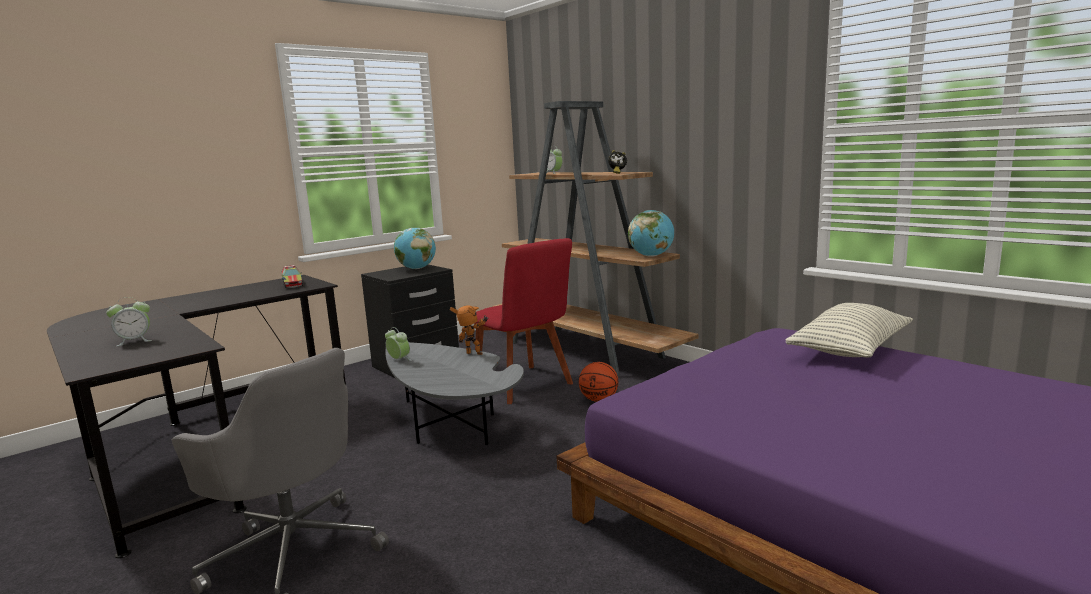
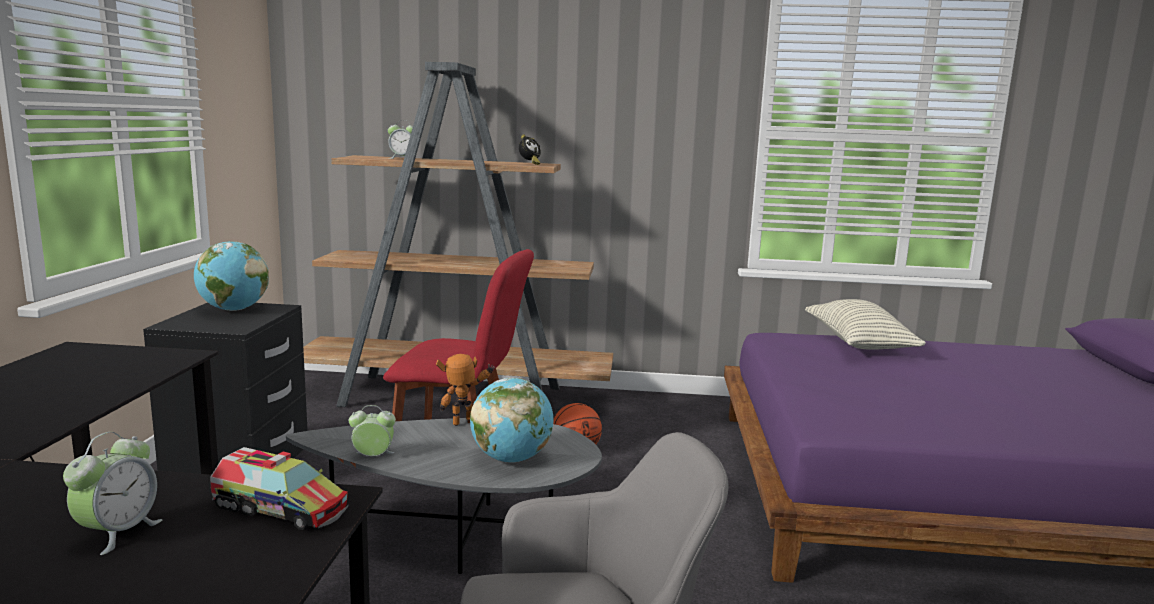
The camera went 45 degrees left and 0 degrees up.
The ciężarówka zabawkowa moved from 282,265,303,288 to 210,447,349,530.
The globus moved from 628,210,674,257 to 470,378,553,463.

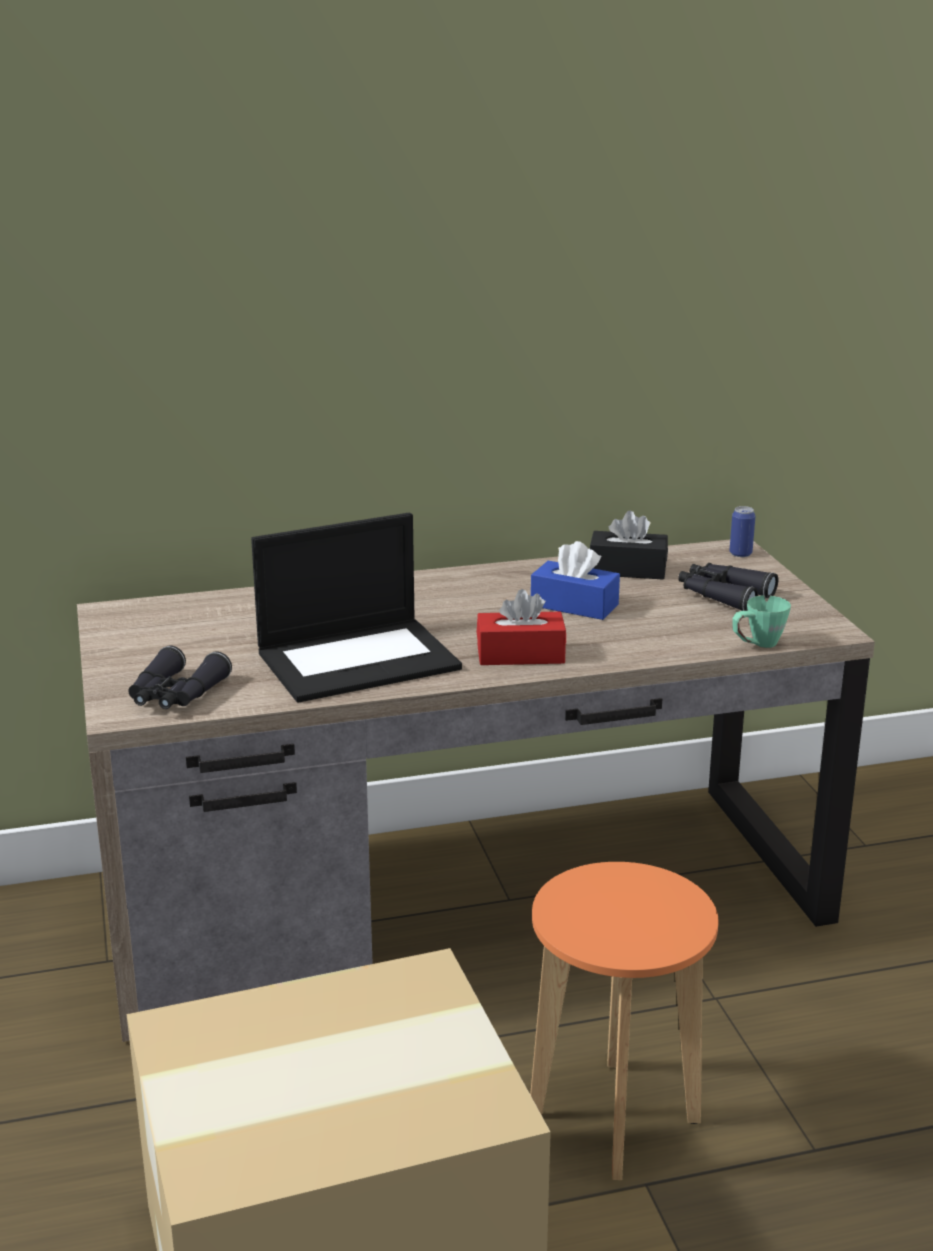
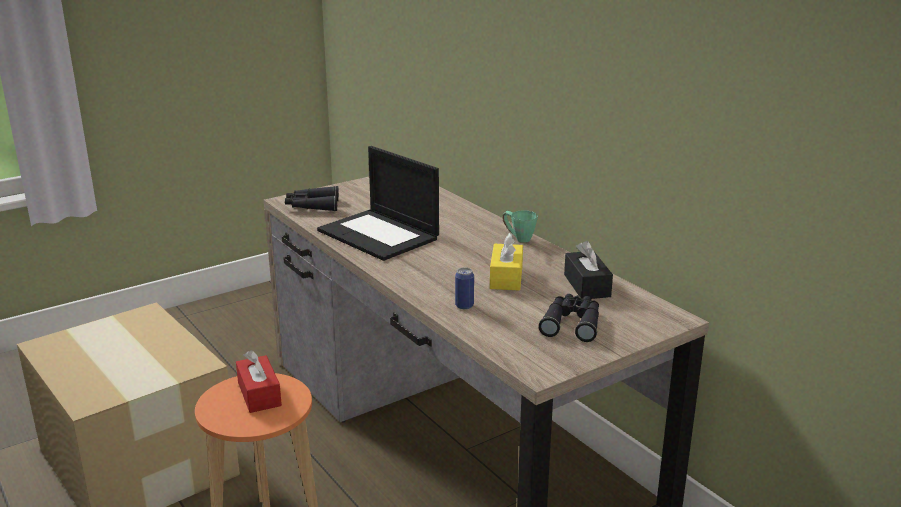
The camera went 70 degrees right and 0 degrees up.
The pudełko chusteczek [czerwony] moved from 477,589,566,665 to 236,350,282,413.
The pudełko chusteczek [niebieski] at 531,541,620,620 became the pudełko chusteczek [żółty] at 490,233,523,291.
The puszka moved from 730,506,755,557 to 455,268,474,309.
The kubek [zielony] moved from 733,595,791,648 to 503,210,538,243.

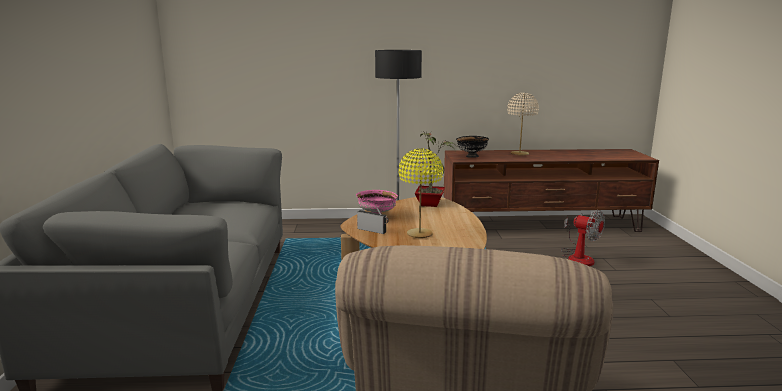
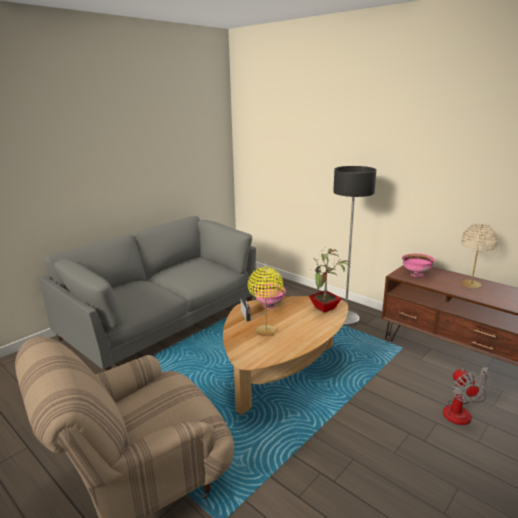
The camera went 45 degrees right and 5 degrees up.
The miska [czarny] at 456,136,489,158 became the miska [różowy] at 402,253,435,277.

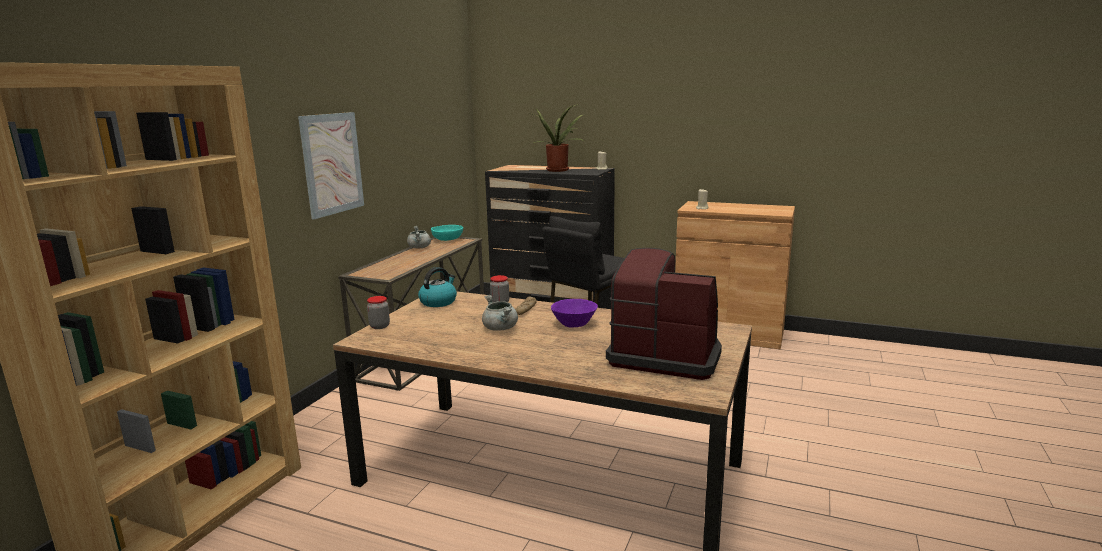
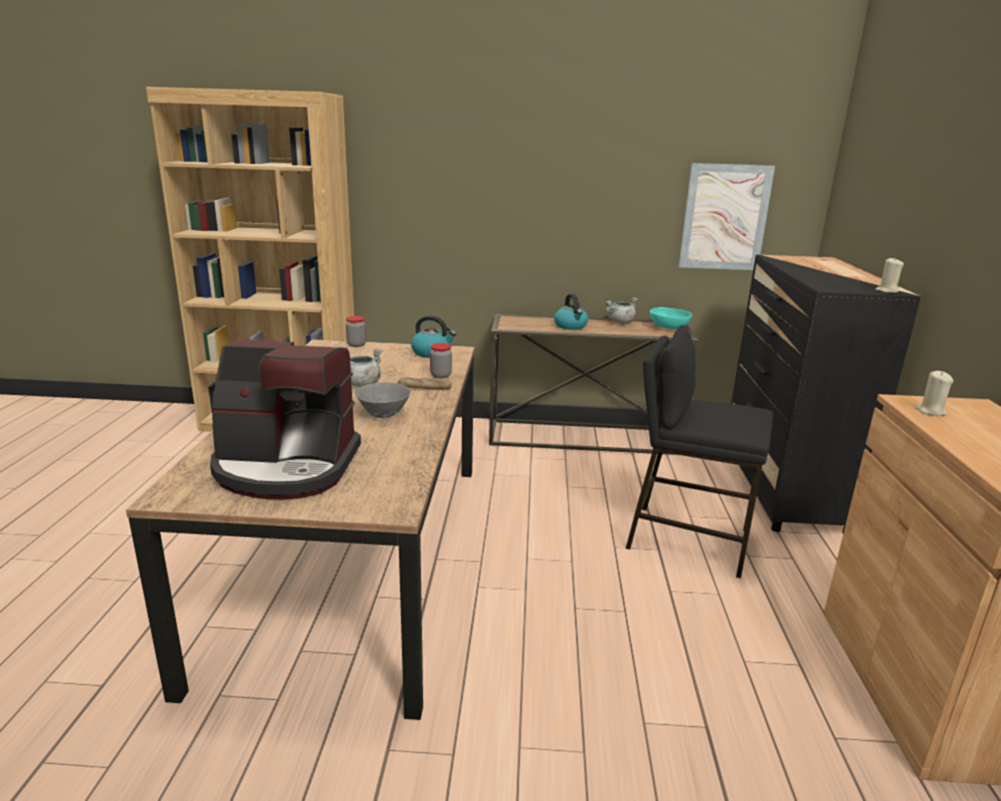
The camera went 70 degrees right and 5 degrees up.
The obraz moved from 298,112,364,219 to 679,163,775,270.
The roślina doniczkowa at 528,104,584,172 disappeared.
The miska [fioletowy] at 551,299,598,328 became the miska [szary] at 355,382,410,418.
The ekspres do kawy at 606,248,722,380 turned 90 degrees clockwise.
The czajnik at 554,294,588,330 appeared.

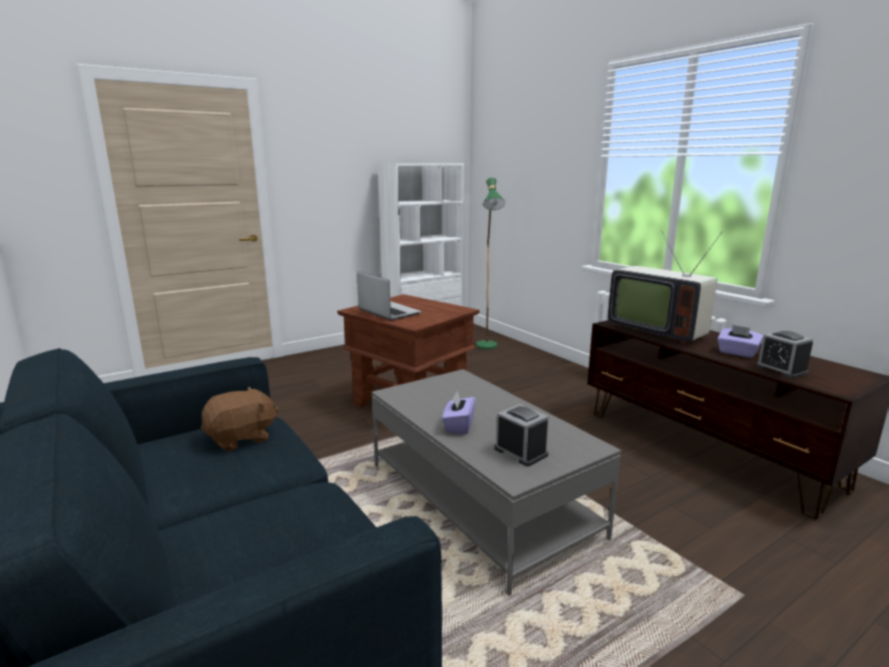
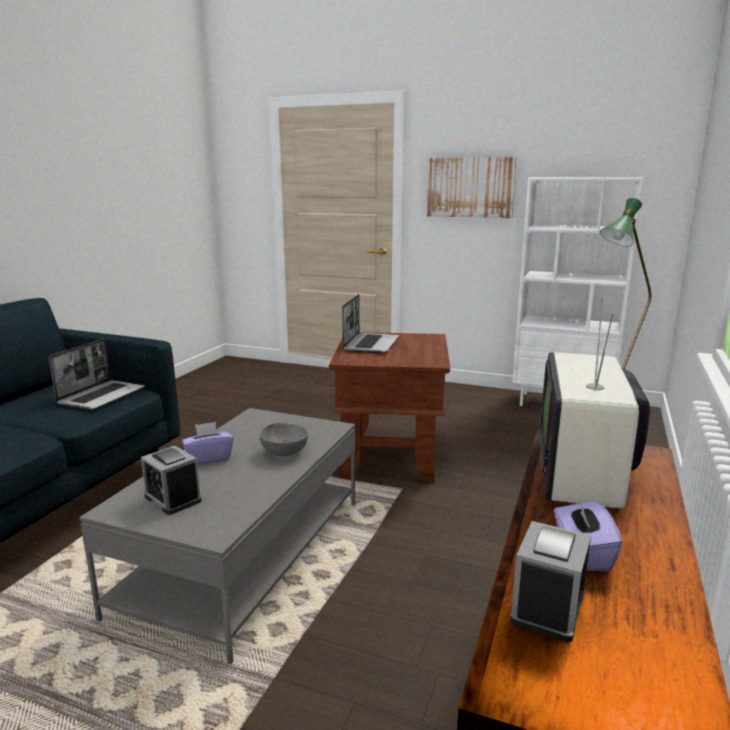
The camera went 55 degrees right and 0 degrees up.
The pluszak [brązowy] at 201,386,279,451 was replaced by the laptop at 49,339,145,410.
The budzik at 494,404,549,466 turned 120 degrees clockwise.
The miska [szary] at 260,423,308,456 appeared.
The obraz at 427,157,517,218 appeared.

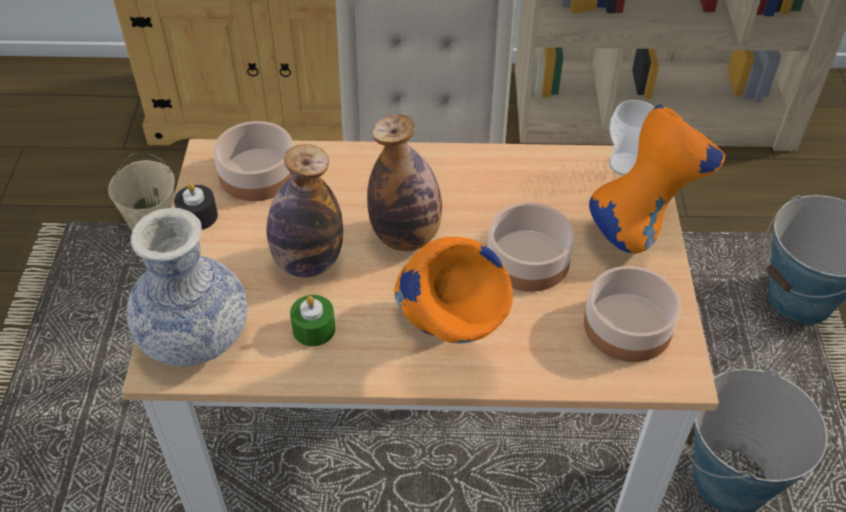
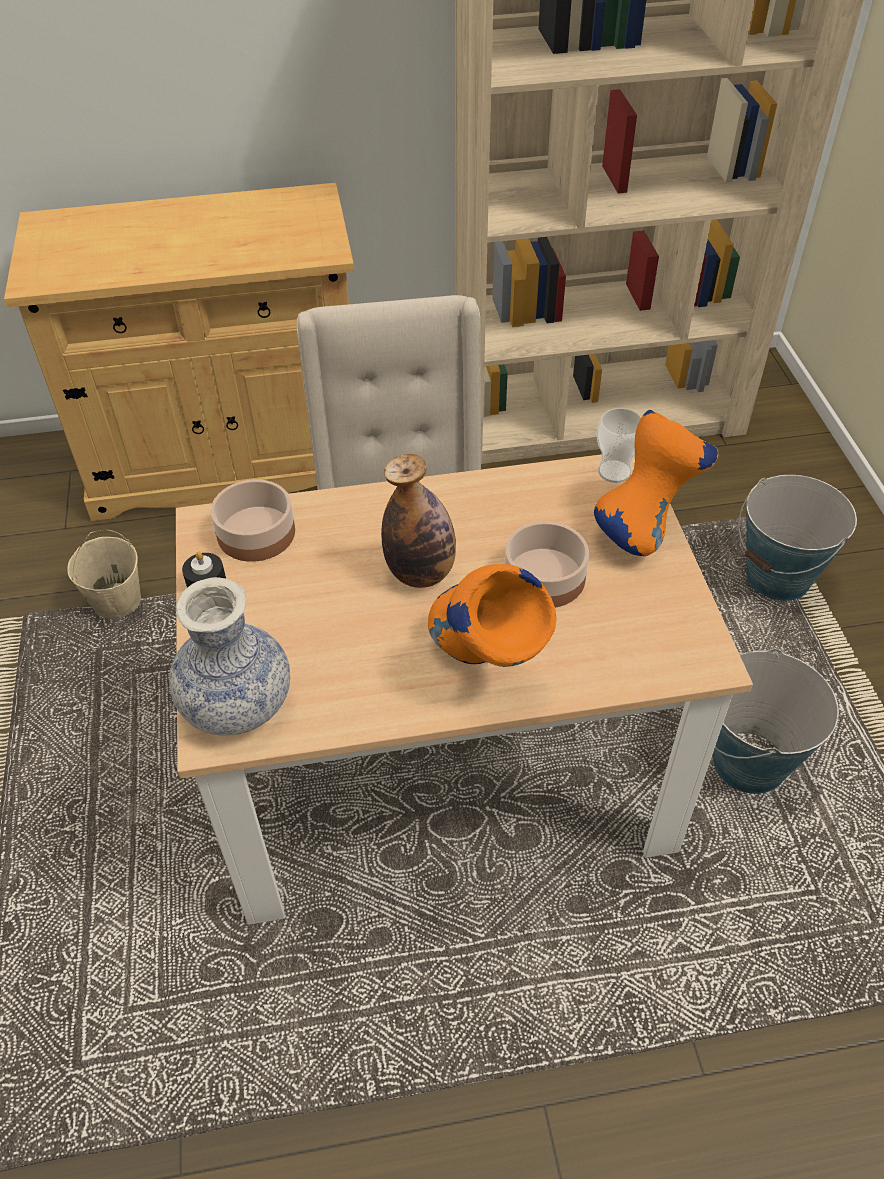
The camera went 10 degrees left and 0 degrees up.
The butelka at 267,144,343,277 disappeared.
The świeca [zielony] at 290,295,335,346 disappeared.
The miska at 584,266,681,362 disappeared.

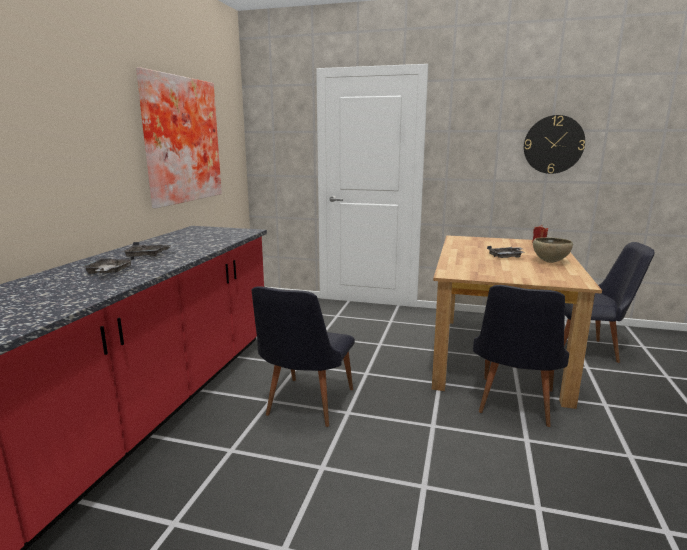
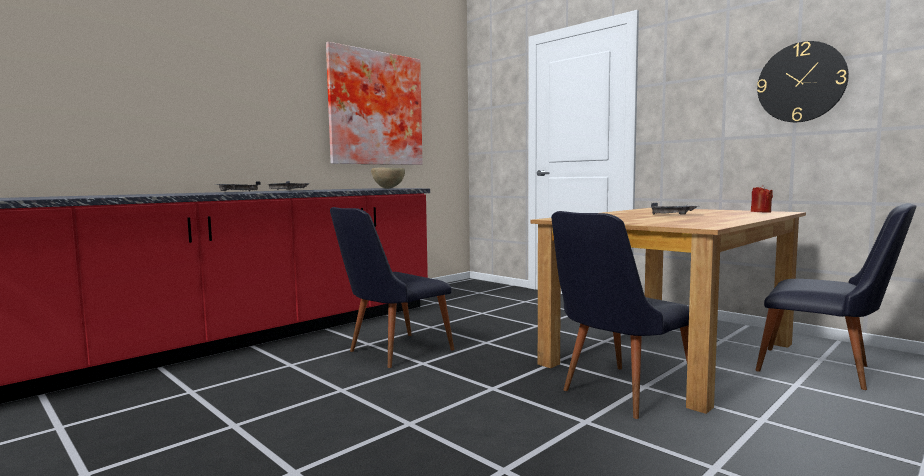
The camera went 30 degrees right and 10 degrees down.
The miska [brązowy] moved from 533,238,573,263 to 371,168,405,189.

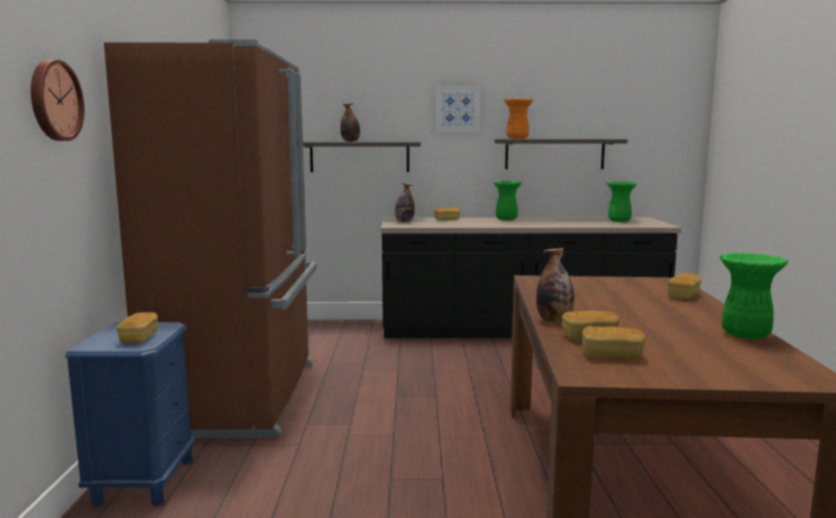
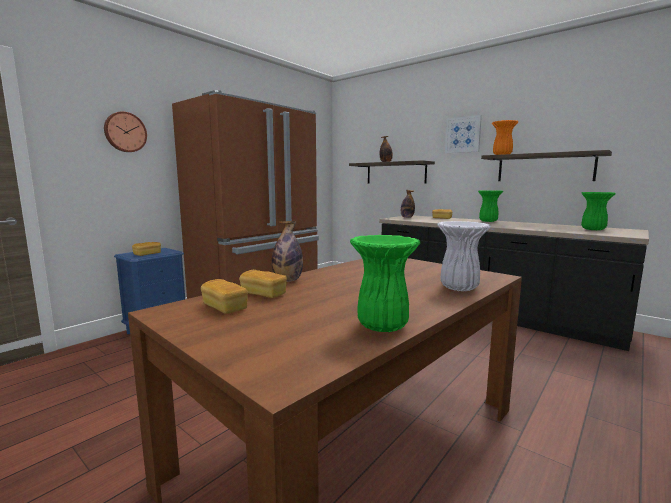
The camera went 40 degrees right and 0 degrees up.
The chleb at 668,273,701,299 was replaced by the wazon [biały] at 437,221,491,291.

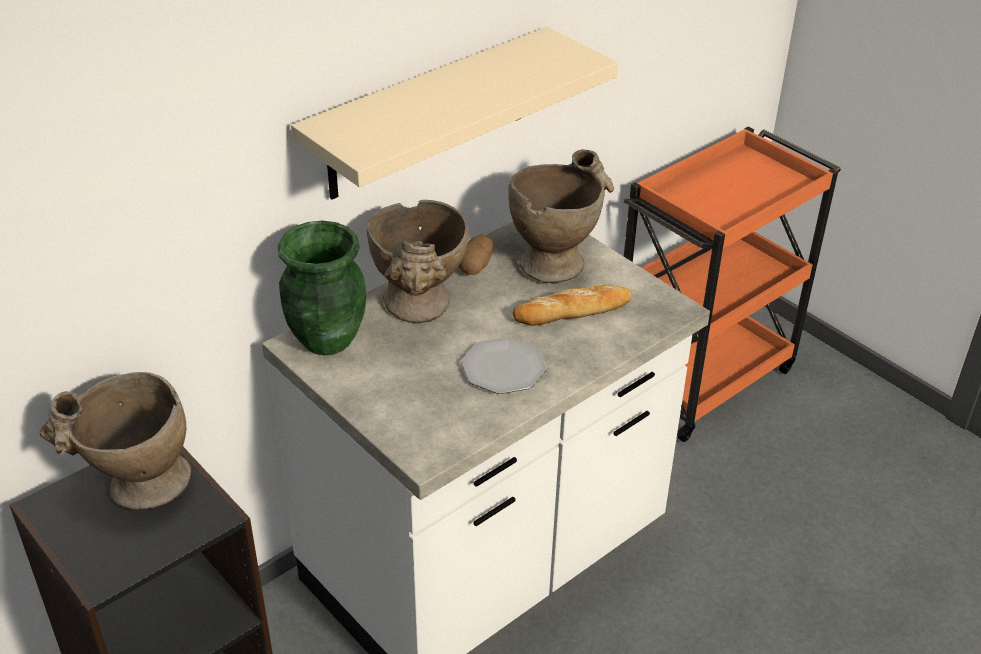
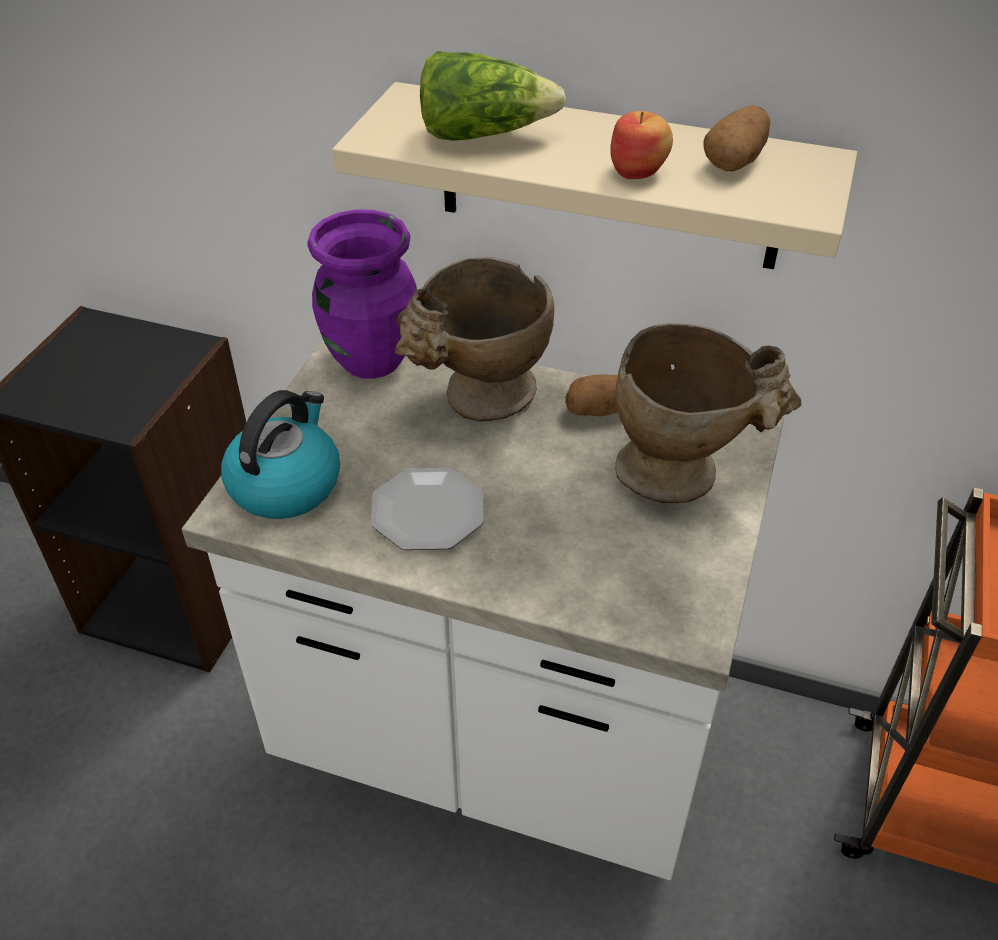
The camera went 60 degrees right and 5 degrees up.
The wazon [beżowy] at 40,372,191,510 disappeared.
The wazon [zielony] at 278,221,366,356 became the wazon [fioletowy] at 307,209,417,379.
The chleb at 513,284,632,326 disappeared.
The czajnik at 221,390,340,519 appeared.
The sałata at 420,51,566,141 appeared.
The jabłko at 610,111,673,179 appeared.
The ziemniak at 704,105,771,171 appeared.

